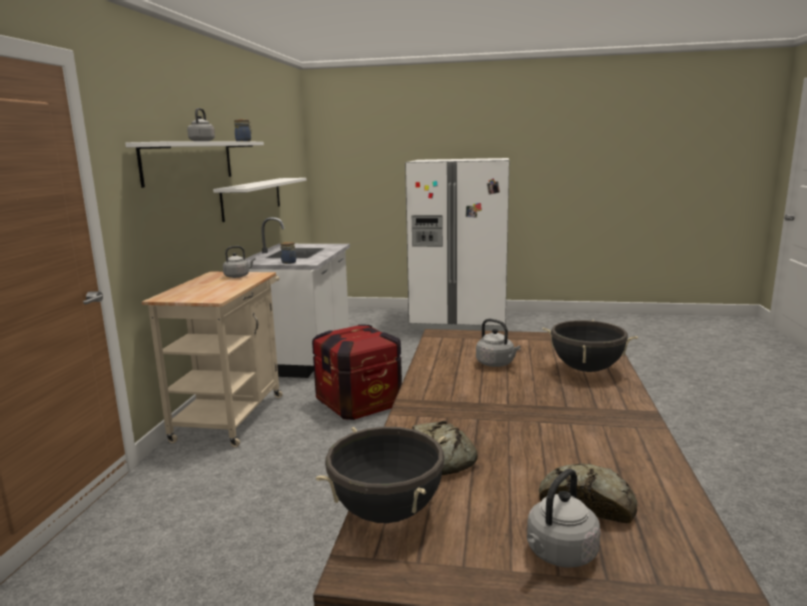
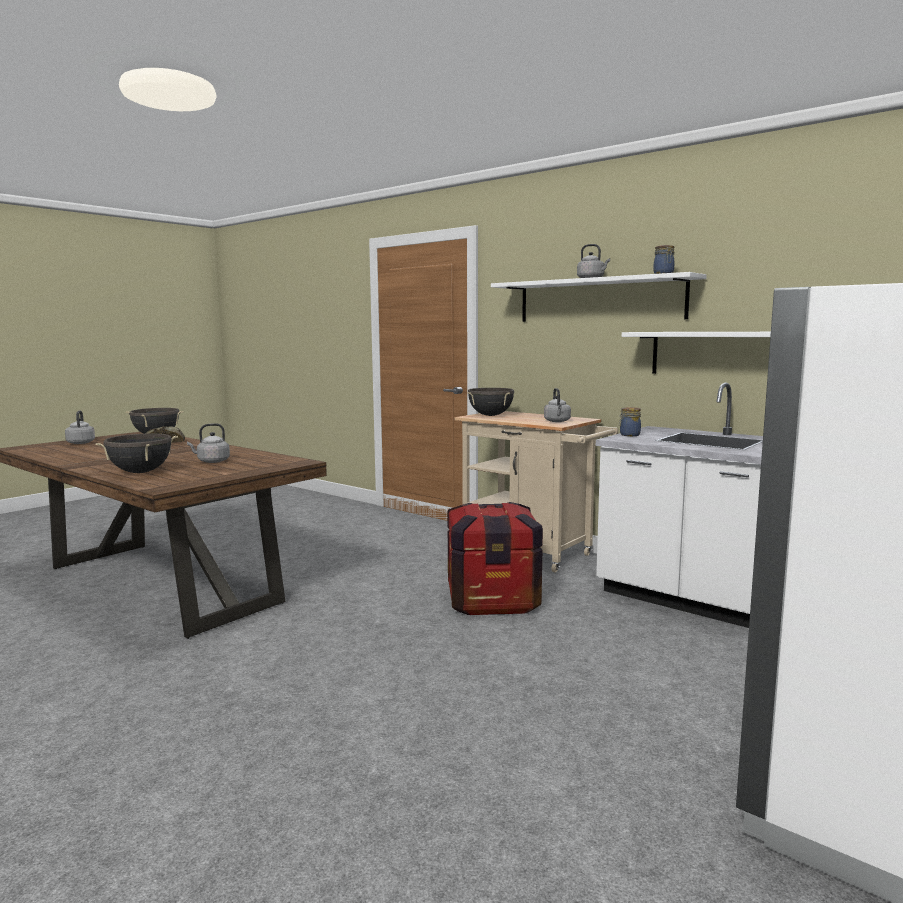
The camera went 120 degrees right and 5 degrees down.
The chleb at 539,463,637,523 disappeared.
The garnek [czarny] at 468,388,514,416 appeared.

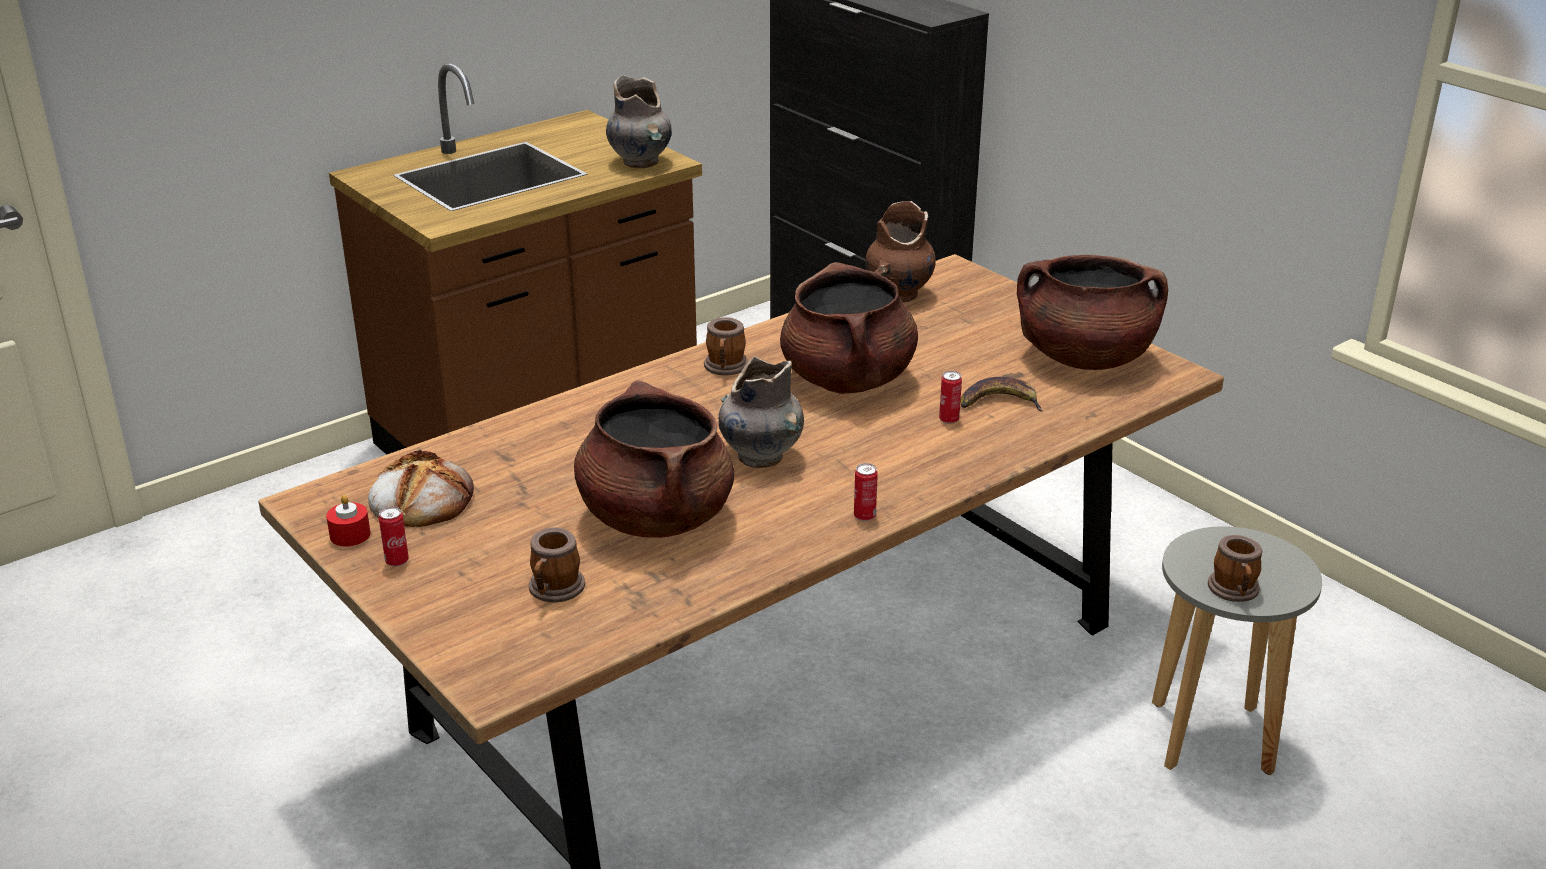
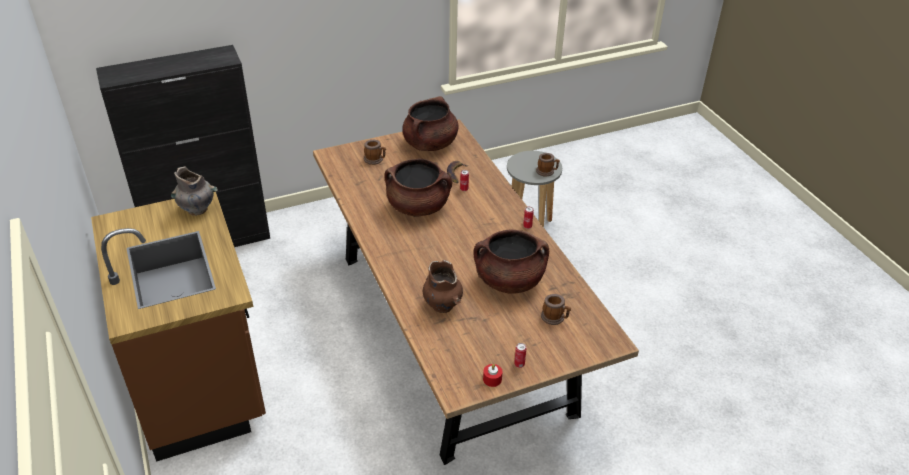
The camera went 75 degrees left and 10 degrees up.
The chleb at 368,449,474,527 disappeared.
The kubek moved from 704,317,748,375 to 364,140,386,165.
The wazon [szary] at 719,356,804,468 disappeared.
The wazon [brązowy] moved from 865,201,936,302 to 423,260,463,313.

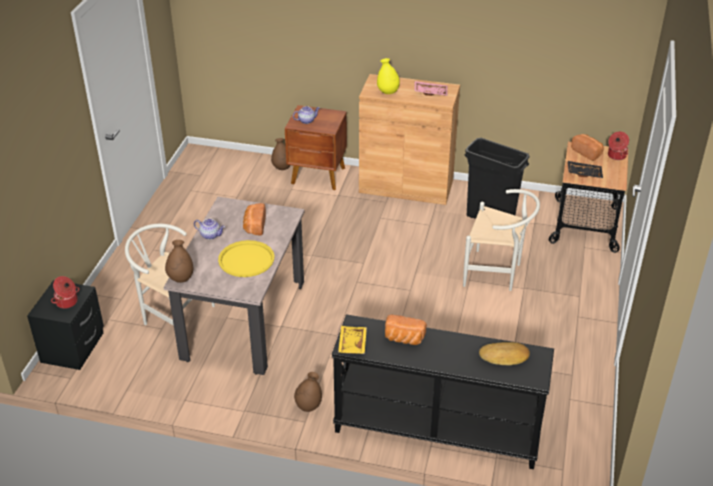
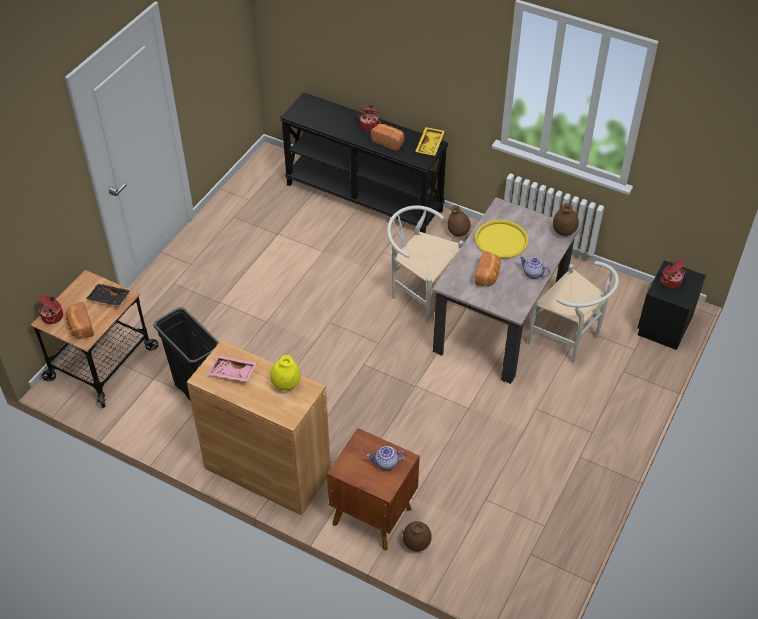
The camera went 165 degrees left and 10 degrees up.
The krzesło [biały] moved from 463,189,540,291 to 387,205,464,323.
The chleb at 479,342,530,365 disappeared.
The garnek at 358,105,381,131 appeared.

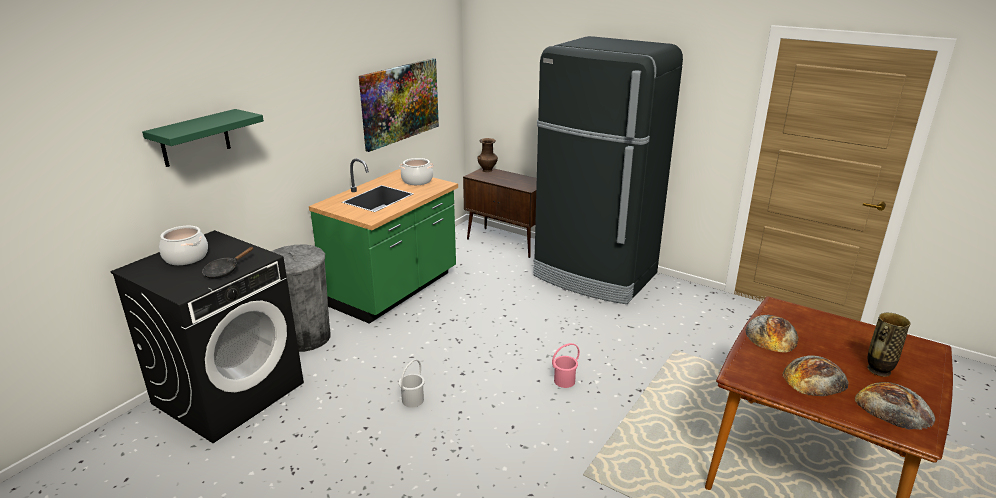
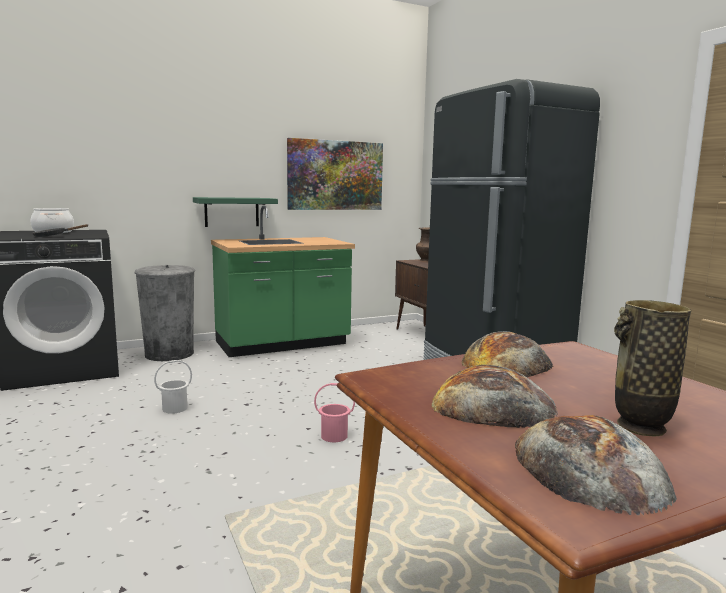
The camera went 30 degrees right and 15 degrees down.
The półka [zielony] moved from 142,109,264,167 to 193,197,278,227.
The garnek at 399,158,434,185 disappeared.

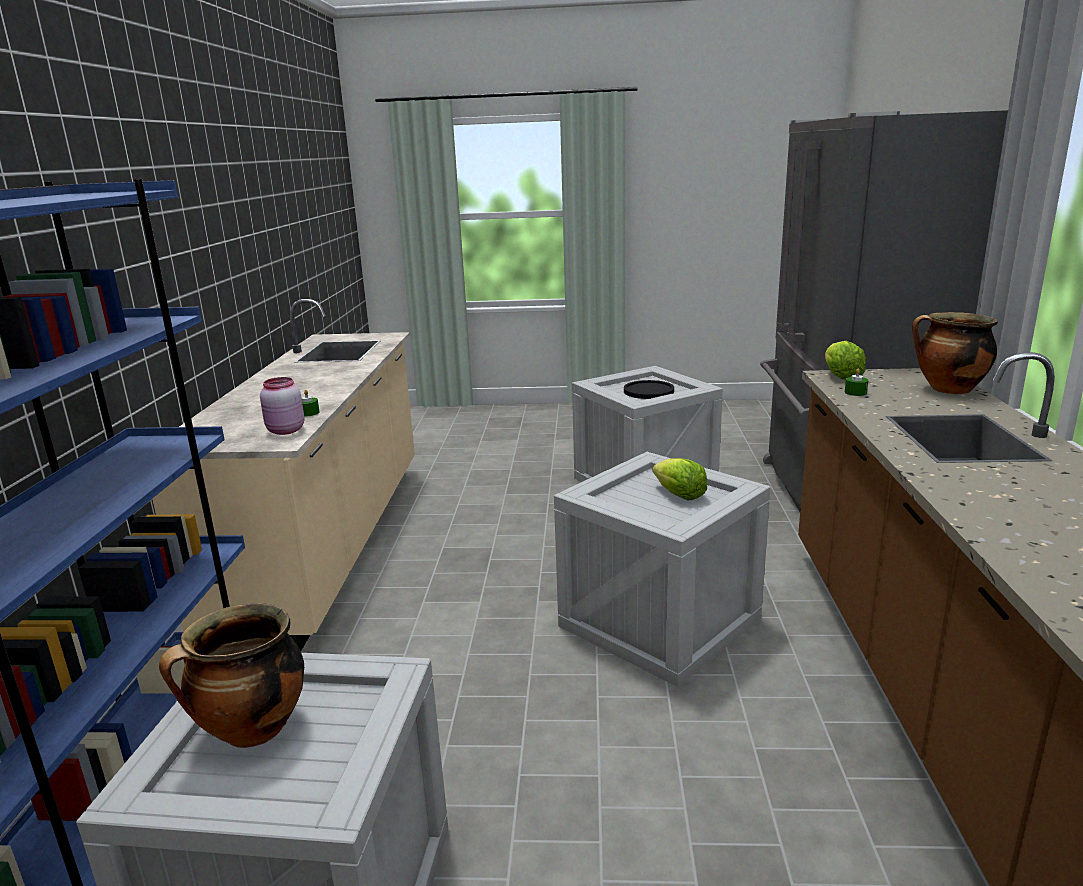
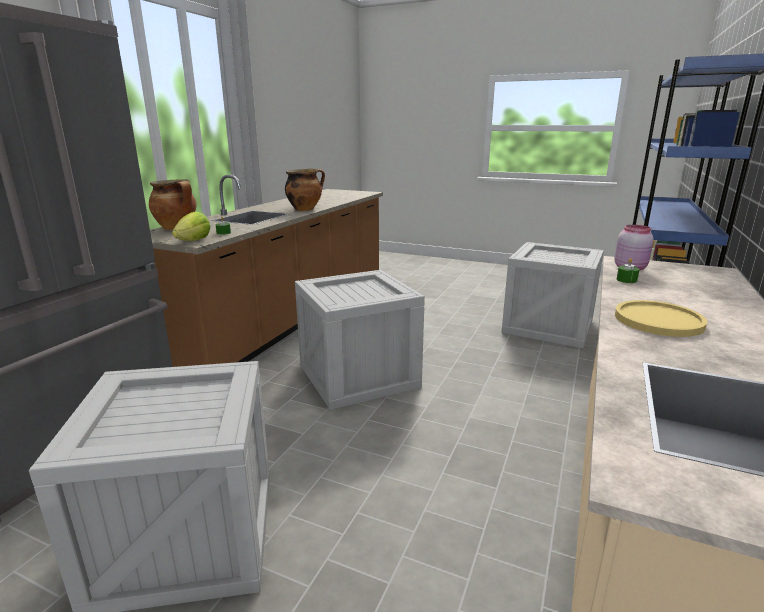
The camera went 160 degrees left and 0 degrees up.
The garnek moved from 159,603,304,748 to 285,169,325,211.
The talerz [czarny] at 624,380,674,399 disappeared.
The sałata at 652,458,707,500 disappeared.
The talerz [żółty] at 615,300,707,337 appeared.

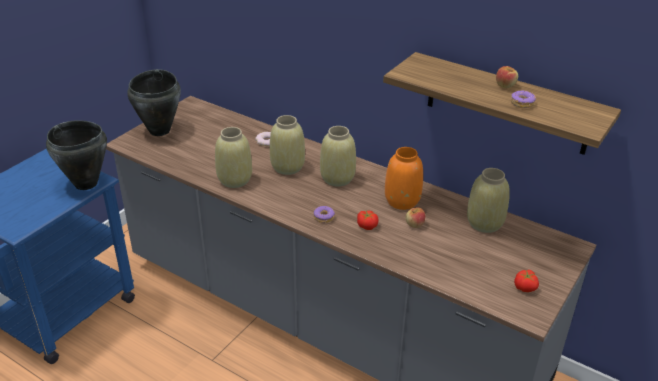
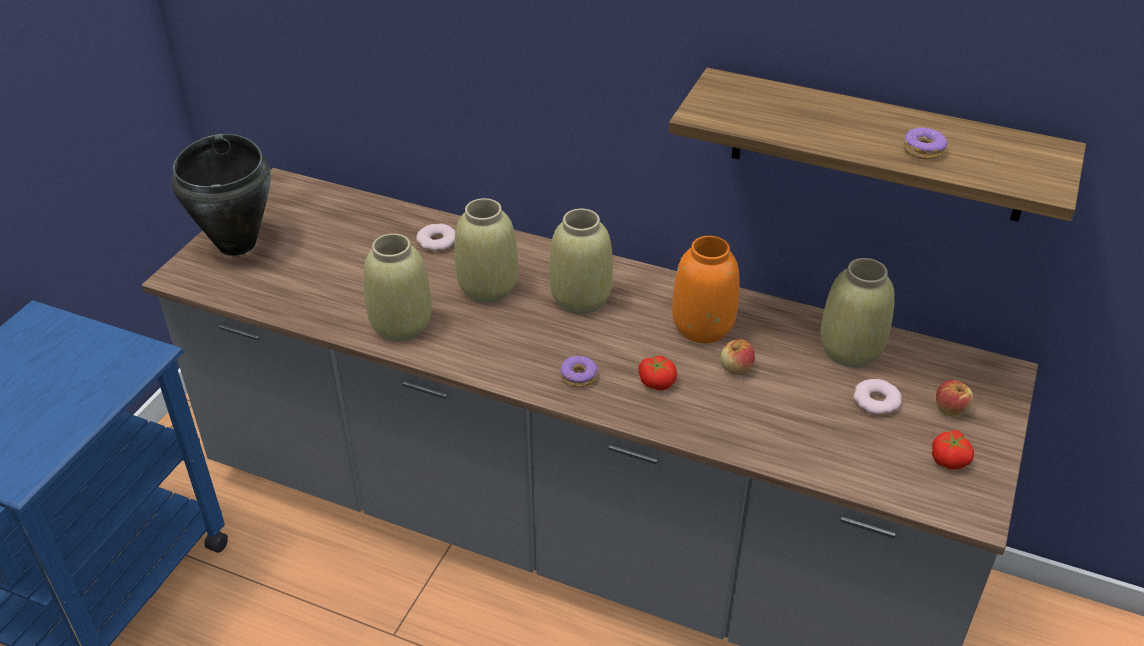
The camera went 10 degrees left and 5 degrees up.
The garnek [czarny] at 46,120,107,190 disappeared.
The jabłko moved from 496,66,518,88 to 936,380,973,417.
The donut at 853,379,902,415 appeared.

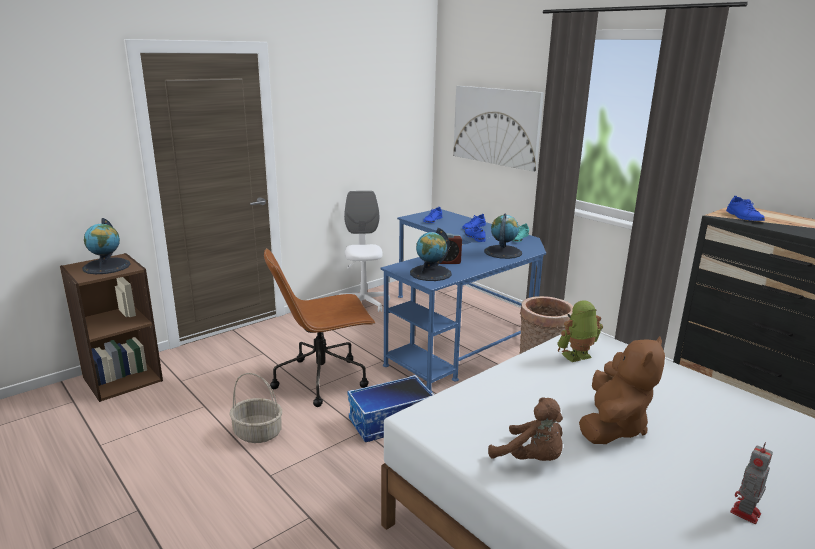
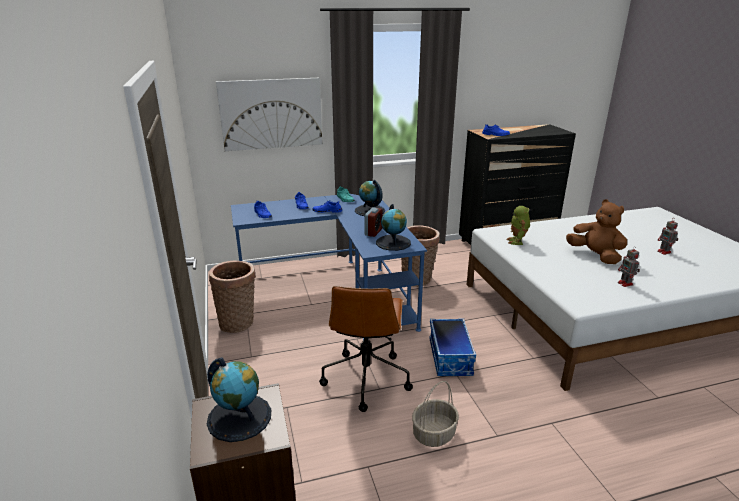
The camera went 65 degrees left and 5 degrees up.
The krzesło biurowe [biały] at 339,191,390,312 was replaced by the koszyk at 209,260,256,333.
The pluszak [brązowy] at 488,397,563,461 was replaced by the robot zabawkowy at 617,246,640,287.

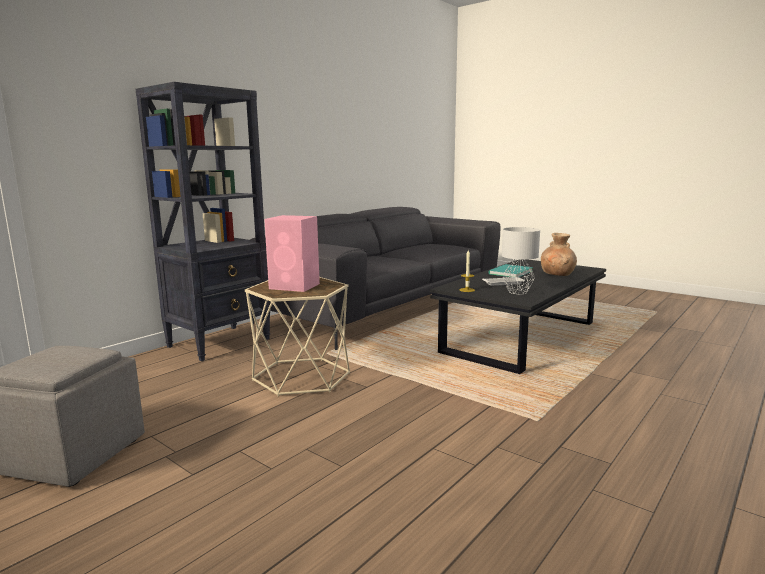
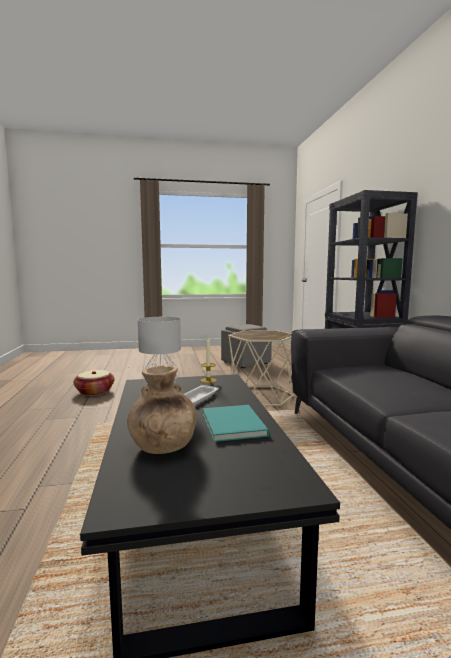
The camera went 130 degrees right and 5 degrees down.
The głośnik [różowy] at 264,215,320,292 disappeared.
The koszyk at 74,370,115,396 appeared.

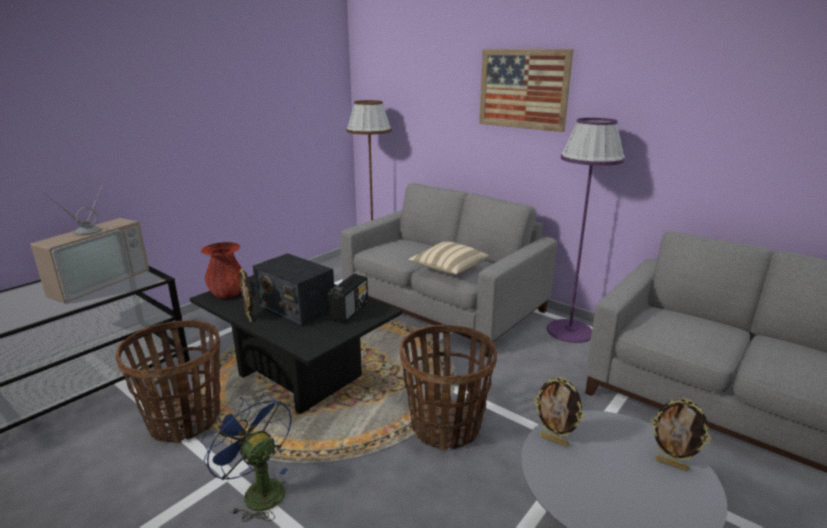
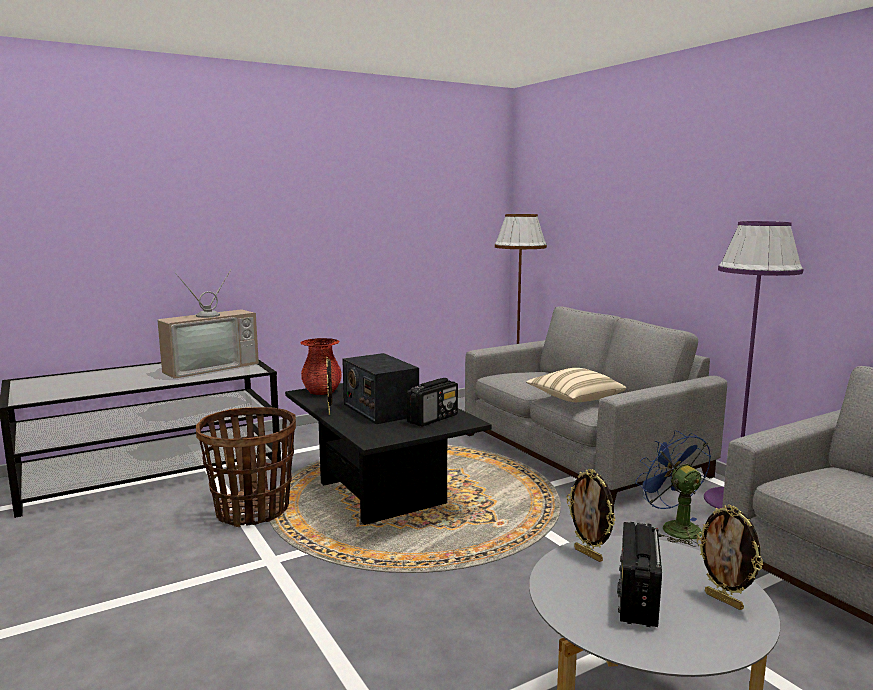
The camera went 20 degrees right and 10 degrees down.
The wentylator [niebieski] moved from 201,392,292,522 to 635,430,711,547.
The koszyk at 400,325,497,451 disappeared.
The obraz at 479,49,573,132 disappeared.
The radio at 617,522,662,627 appeared.

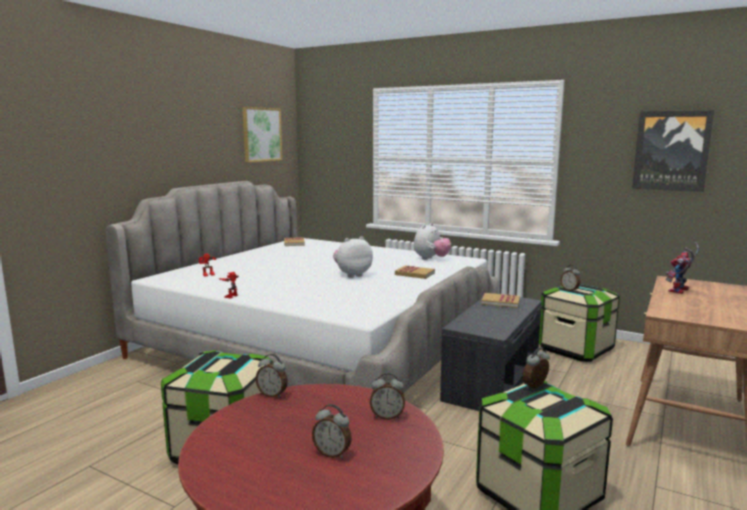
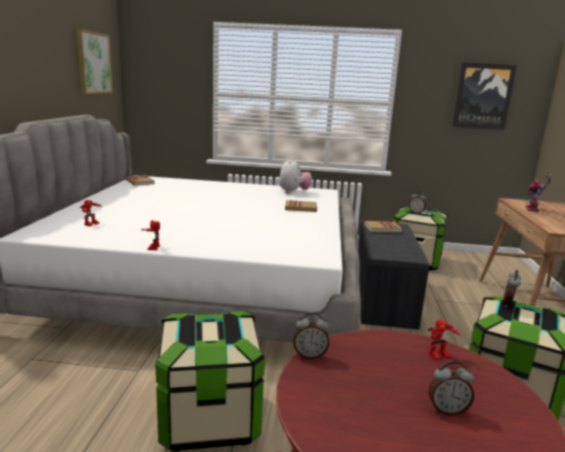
The camera went 25 degrees left and 5 degrees up.
The pluszak at 333,236,373,278 disappeared.
The budzik at 370,373,405,420 was replaced by the robot zabawkowy at 428,319,461,360.

